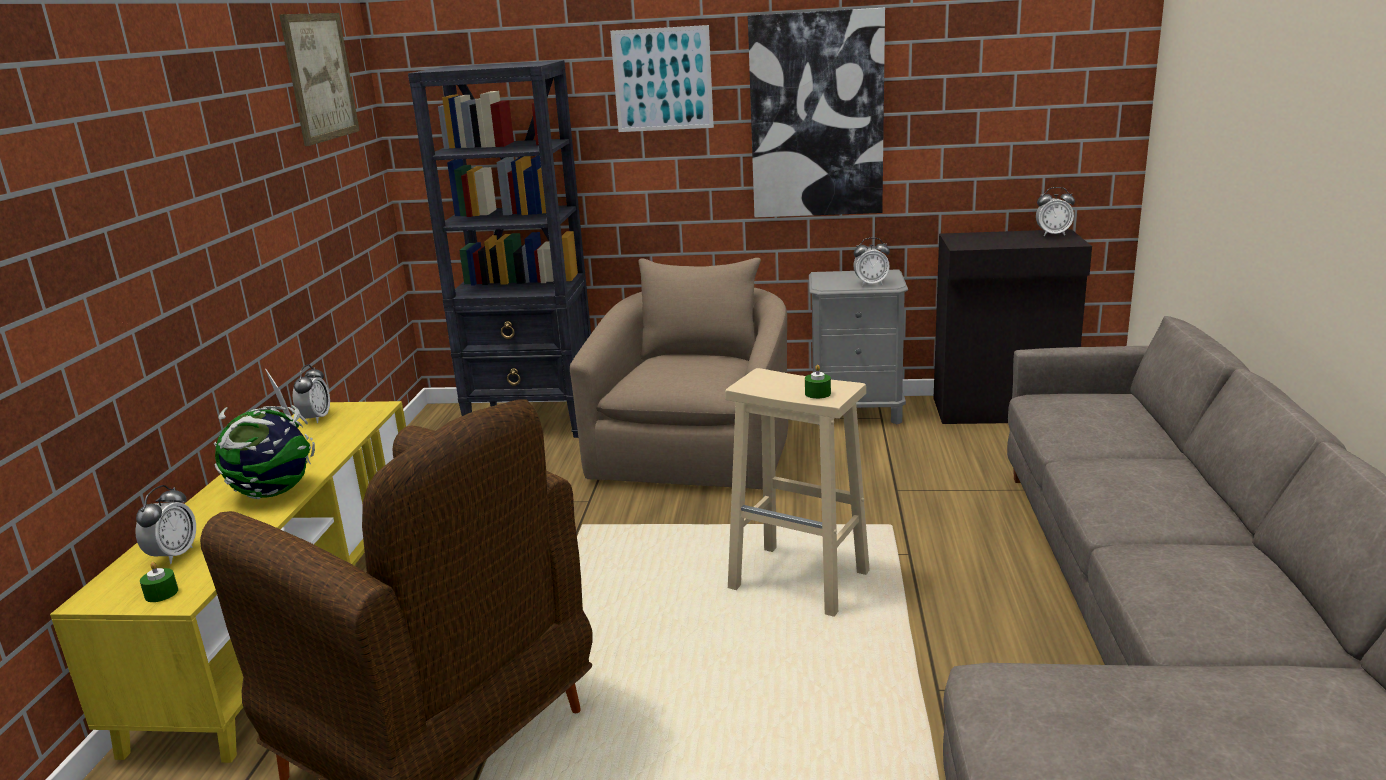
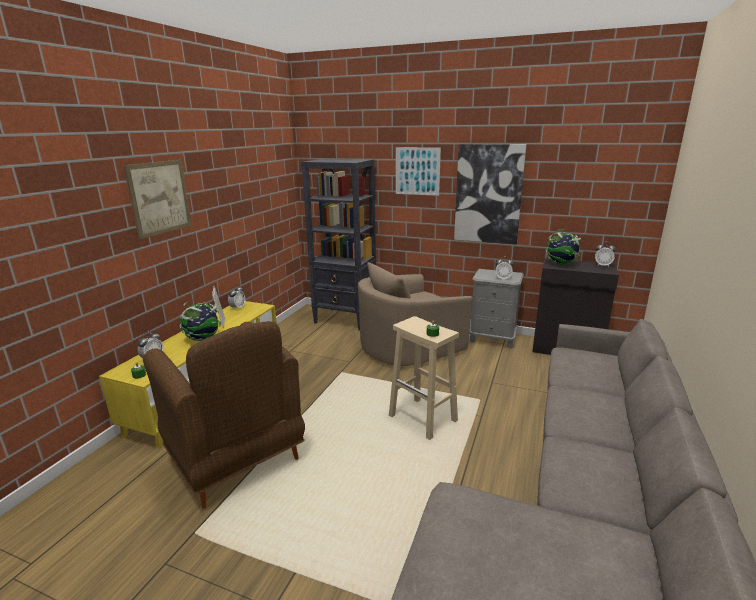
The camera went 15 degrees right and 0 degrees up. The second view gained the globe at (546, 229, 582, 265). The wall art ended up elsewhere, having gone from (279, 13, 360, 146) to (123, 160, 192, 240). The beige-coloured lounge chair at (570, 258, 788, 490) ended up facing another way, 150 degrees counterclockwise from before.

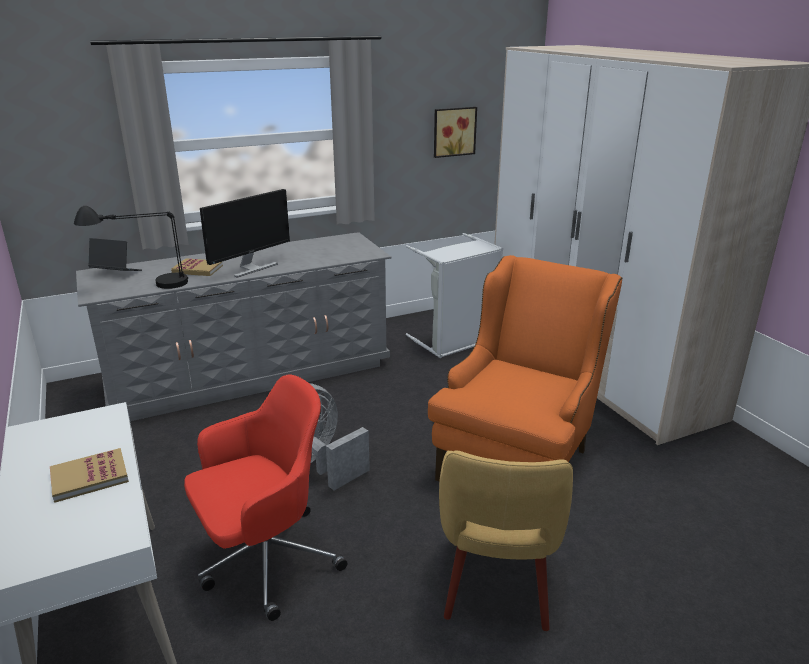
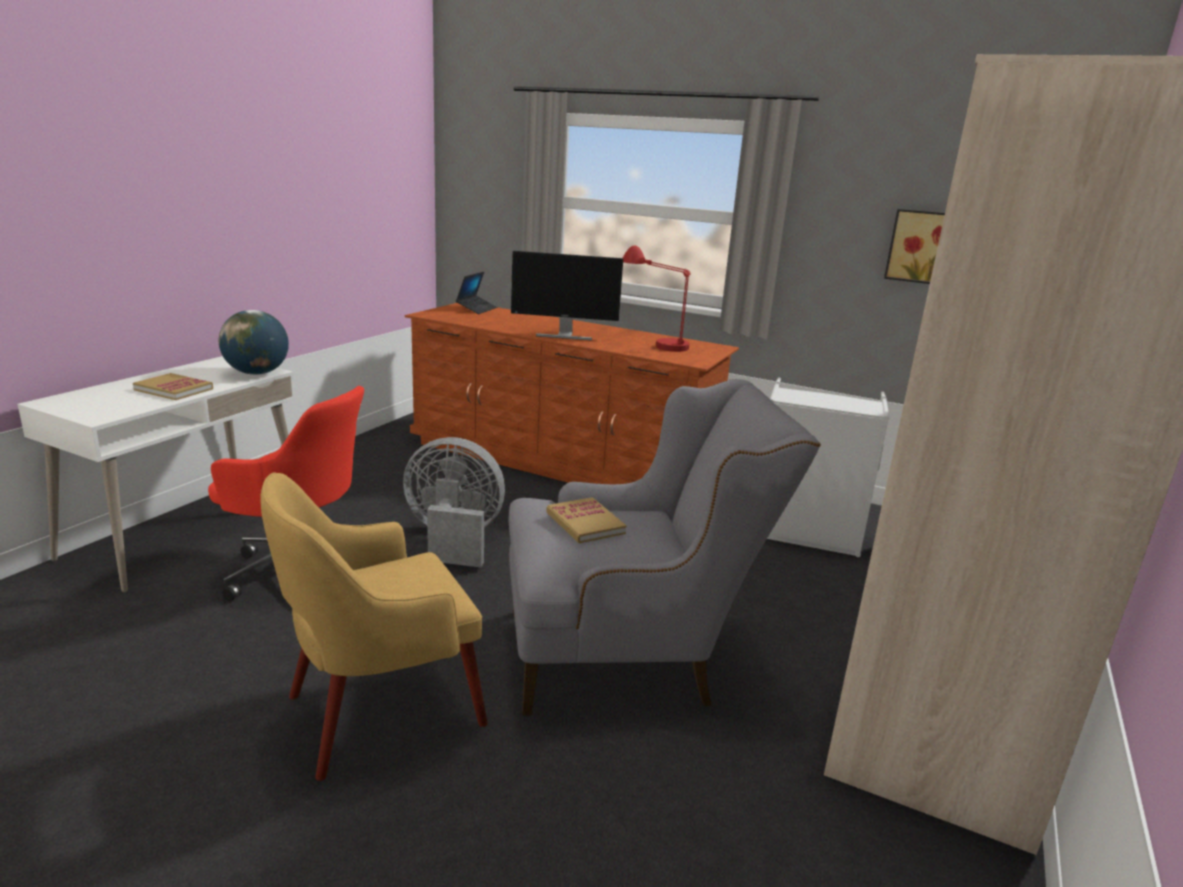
The camera went 50 degrees right and 5 degrees down. The second view lost the black tabletop lamp at (74, 206, 188, 289). The second view gained the globe at (219, 310, 289, 375). The second view gained the reddish tabletop lamp at (623, 245, 691, 352). The book ended up elsewhere, having gone from (171, 258, 223, 276) to (546, 497, 627, 543). What was the greyish dresser at (76, 232, 391, 421) turned into the brown-coloured dresser at (405, 303, 739, 484). What was the orange lounge chair at (428, 255, 623, 481) turned into the greyish lounge chair at (509, 379, 821, 716). The portable computer at (88, 238, 142, 271) ended up facing another way, 45 degrees clockwise from before.

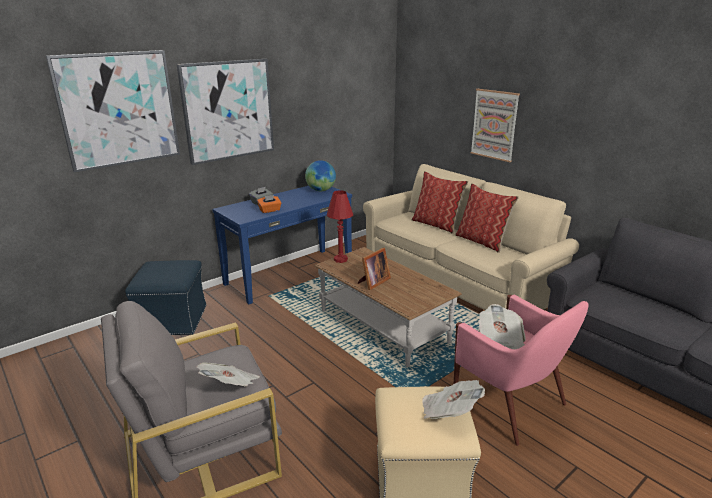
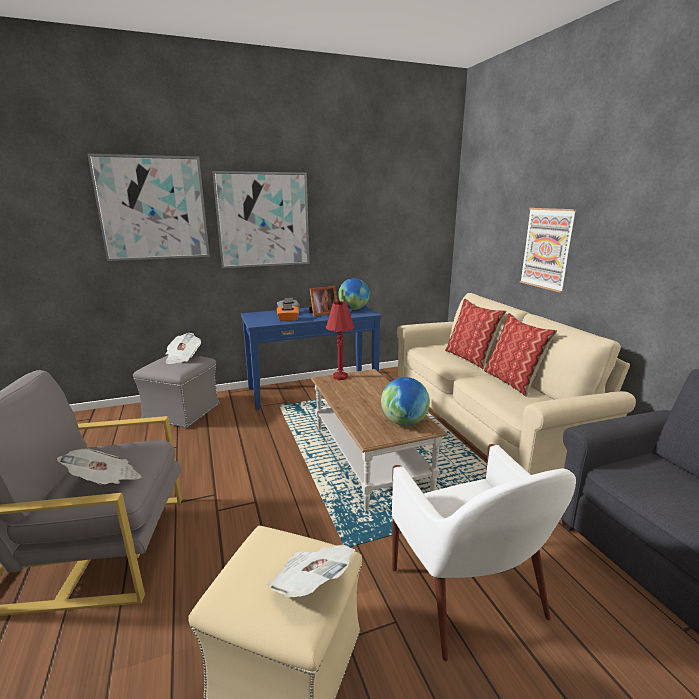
The camera went 20 degrees right and 5 degrees down. The second view gained the globe at (381, 377, 430, 426). The standing frame ended up elsewhere, having gone from (357, 248, 391, 290) to (309, 286, 337, 316). The daily paper ended up elsewhere, having gone from (478, 304, 526, 349) to (165, 333, 201, 364). What was the blue footrest at (125, 260, 207, 335) turned into the greyish footrest at (133, 355, 220, 428). What was the pink-coloured lounge chair at (454, 294, 589, 446) turned into the white lounge chair at (392, 444, 576, 661).

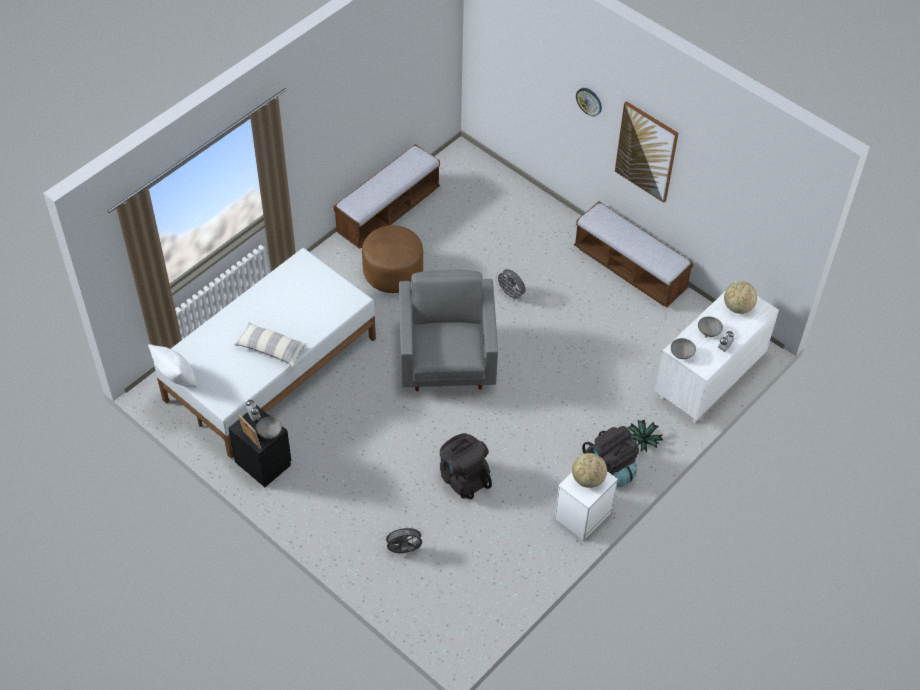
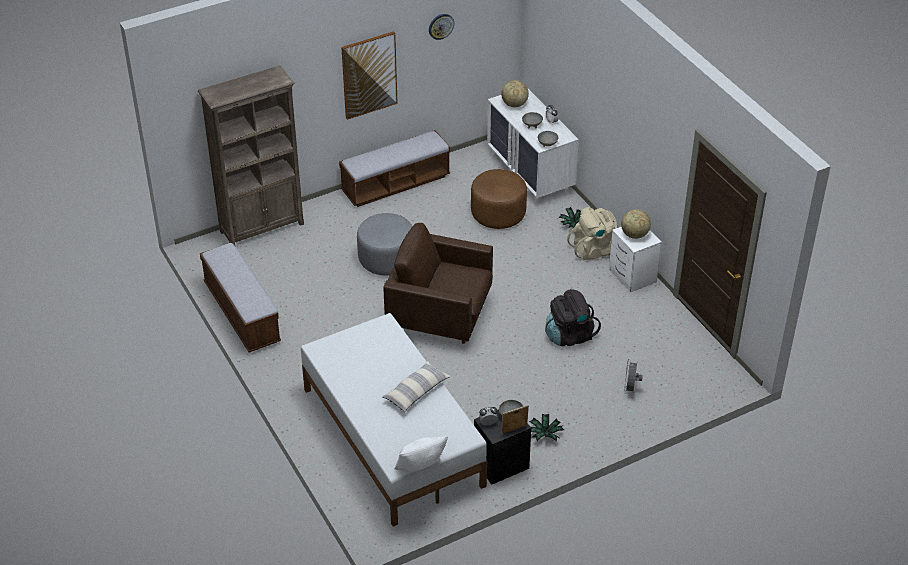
The camera went 70 degrees left and 10 degrees down. The second view gained the brown-coloured bookshelf at (198, 65, 304, 245). The second view gained the potted plant at (529, 414, 564, 442). The brown-coloured footrest ended up elsewhere, having gone from (362, 225, 423, 293) to (471, 169, 527, 229). The hanging clock ended up elsewhere, having gone from (576, 88, 602, 116) to (429, 14, 454, 40). Where the greyish cooling fan stood at (495, 269, 526, 301), the greyish footrest came to stand at (357, 213, 413, 275). What was the greyish lounge chair at (399, 269, 498, 391) turned into the brown-coloured lounge chair at (383, 223, 493, 344). What was the black knapsack at (582, 426, 639, 488) turned into the beige-coloured knapsack at (567, 207, 618, 260).

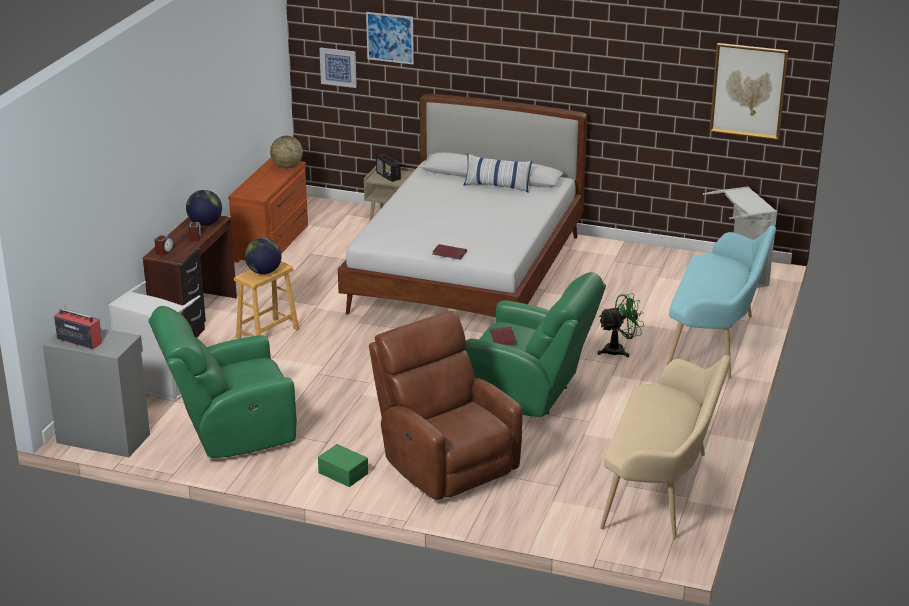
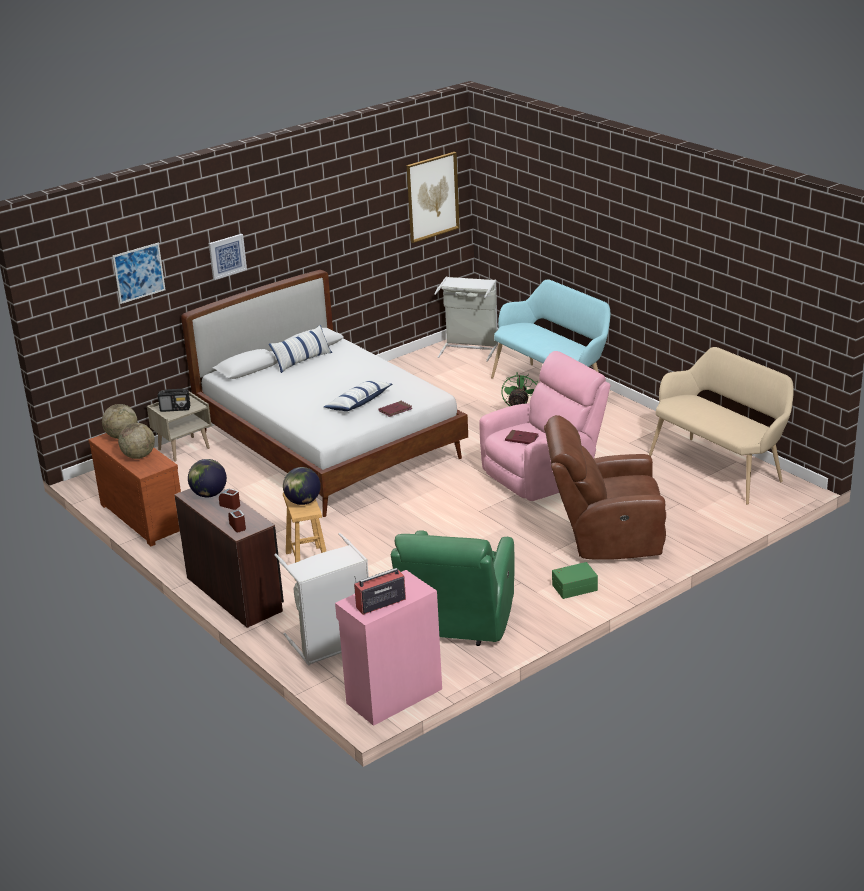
The camera went 55 degrees left and 0 degrees up. The second view gained the globe at (118, 423, 155, 459). The second view gained the cushion at (324, 380, 392, 411). The wall art ended up elsewhere, having gone from (319, 48, 357, 88) to (209, 234, 247, 280). What was the greyish storage cabinet at (42, 328, 150, 457) turned into the pink-coloured storage cabinet at (335, 570, 442, 726). What was the green-coloured lounge chair at (465, 272, 606, 417) turned into the pink-coloured lounge chair at (479, 351, 610, 501).

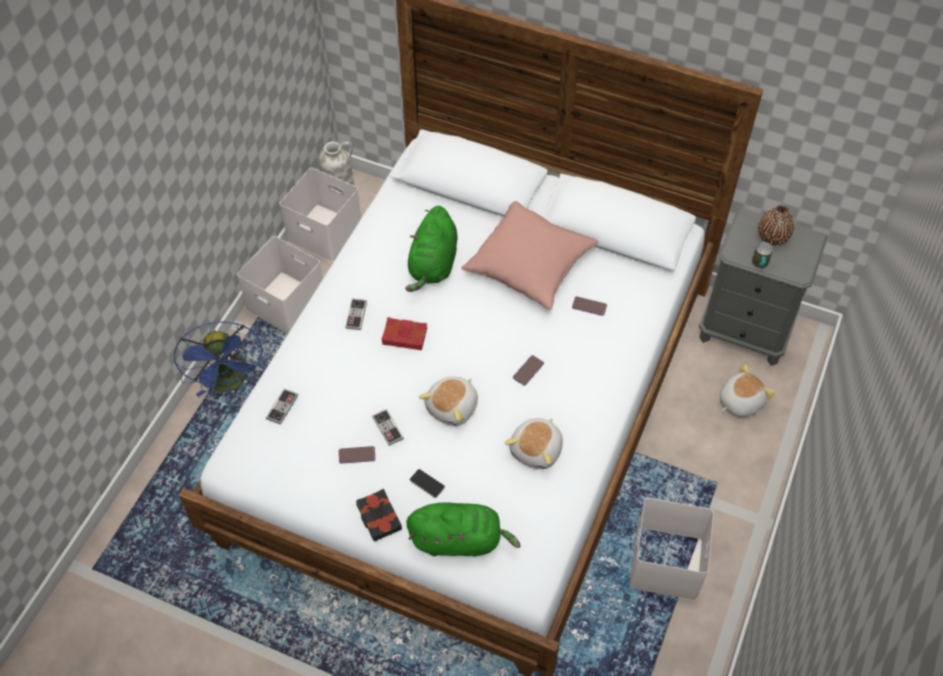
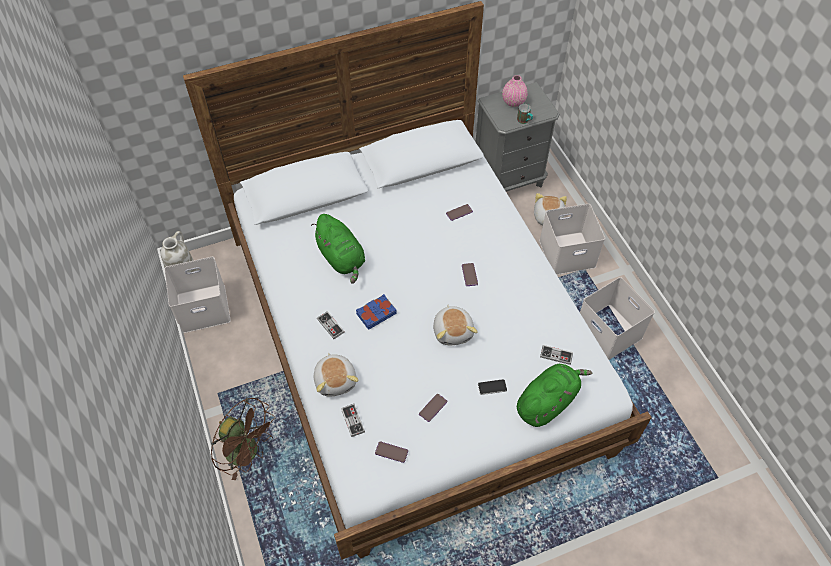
The camera went 45 degrees left and 0 degrees up. The second view lost the black book at (356, 489, 402, 542). The second view lost the pink-coloured cushion at (461, 201, 598, 310). The second view gained the phone at (375, 441, 408, 463). The white storage container ended up elsewhere, having gone from (237, 236, 323, 334) to (539, 204, 605, 275). The joypad ended up elsewhere, having gone from (372, 409, 404, 446) to (540, 345, 573, 365). The plush toy ended up elsewhere, having gone from (505, 418, 563, 469) to (314, 353, 359, 397). What was the blue cooling fan at (174, 321, 263, 397) turned into the brown-coloured cooling fan at (211, 398, 275, 480). What was the reddish book at (381, 317, 427, 350) turned into the blue book at (356, 294, 397, 330). What was the brown-coloured flower vase at (758, 204, 794, 245) turned into the pink-coloured flower vase at (502, 75, 528, 107).

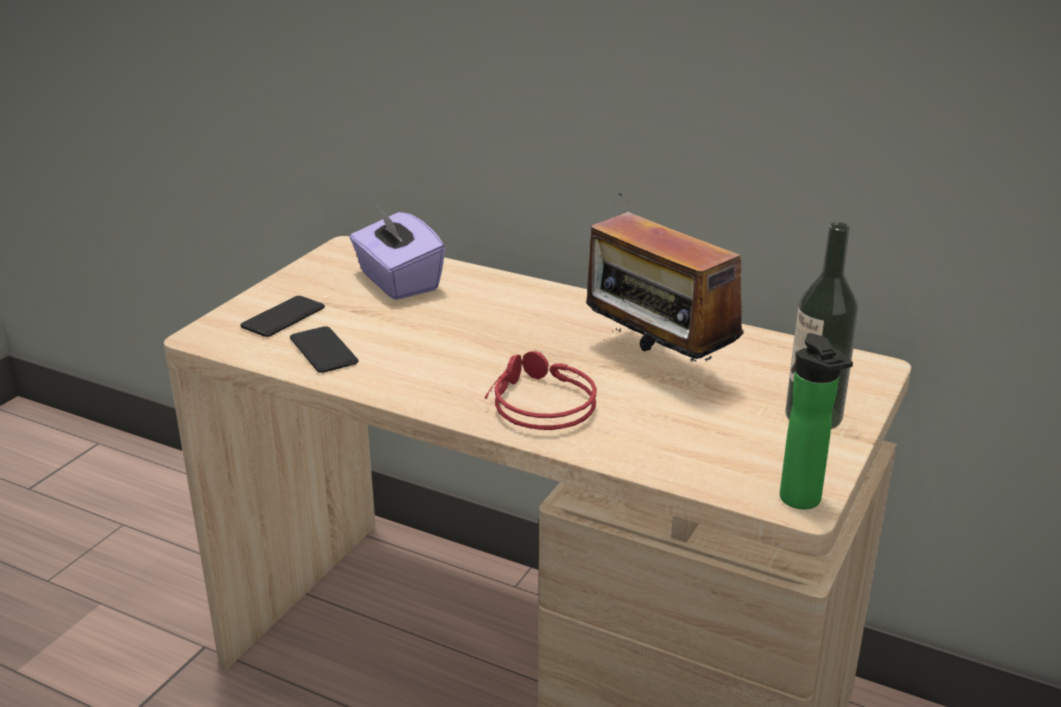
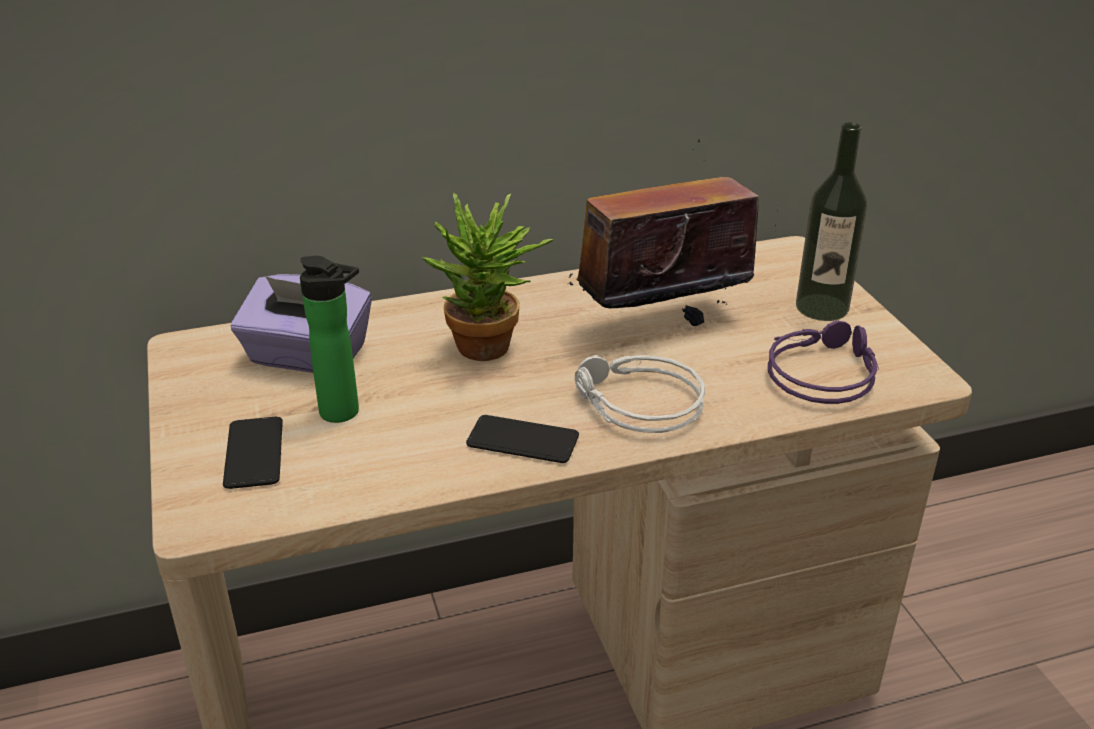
The camera went 45 degrees left and 5 degrees up. The second view gained the potted plant at (421, 193, 554, 361). The second view gained the purple headset at (768, 320, 879, 404). The phone ended up elsewhere, having gone from (290, 326, 359, 373) to (466, 415, 579, 463). The beverage bottle ended up elsewhere, having gone from (780, 333, 853, 509) to (300, 256, 359, 423). What was the reddish headset at (485, 351, 597, 430) turned into the greyish headset at (575, 355, 705, 433). The radio set at (586, 194, 744, 366) ended up facing another way, 150 degrees clockwise from before.

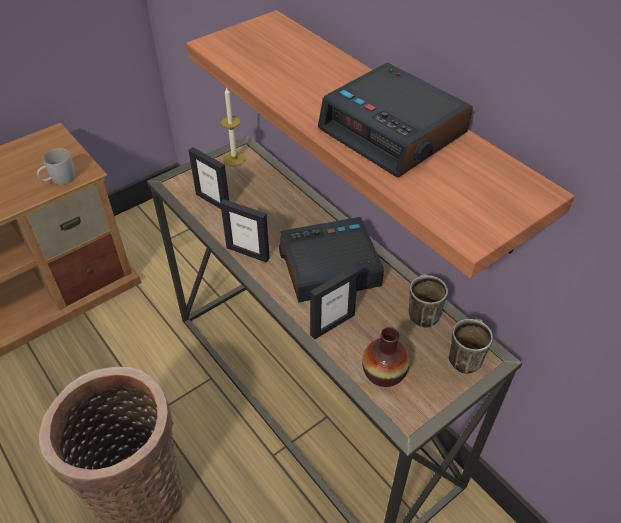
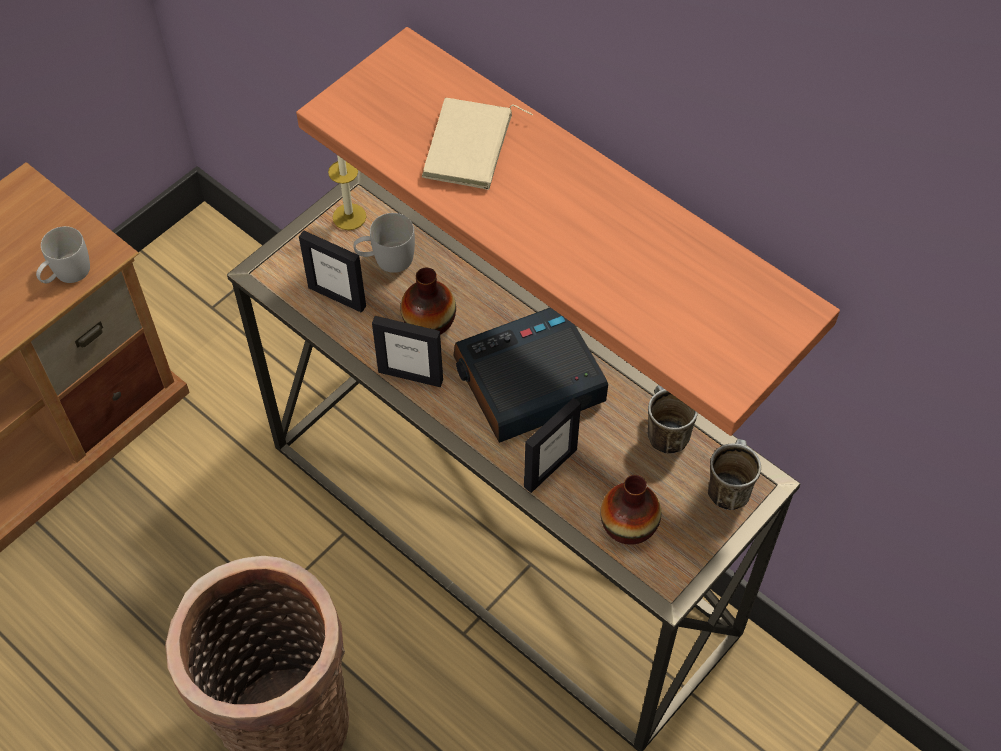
The camera went 10 degrees left and 10 degrees up. The second view lost the table clock at (318, 63, 473, 178). The second view gained the white coffee mug at (353, 213, 415, 273). The second view gained the flower vase at (401, 268, 456, 335). The second view gained the beige-coloured book at (422, 98, 533, 190).

